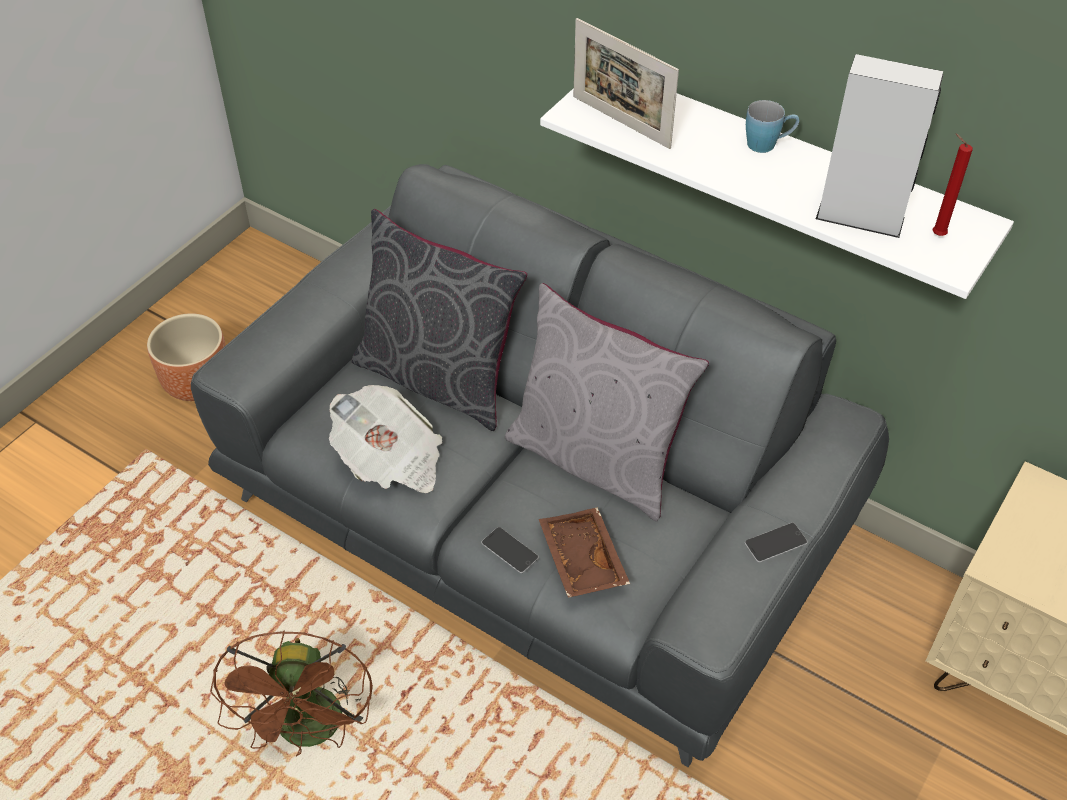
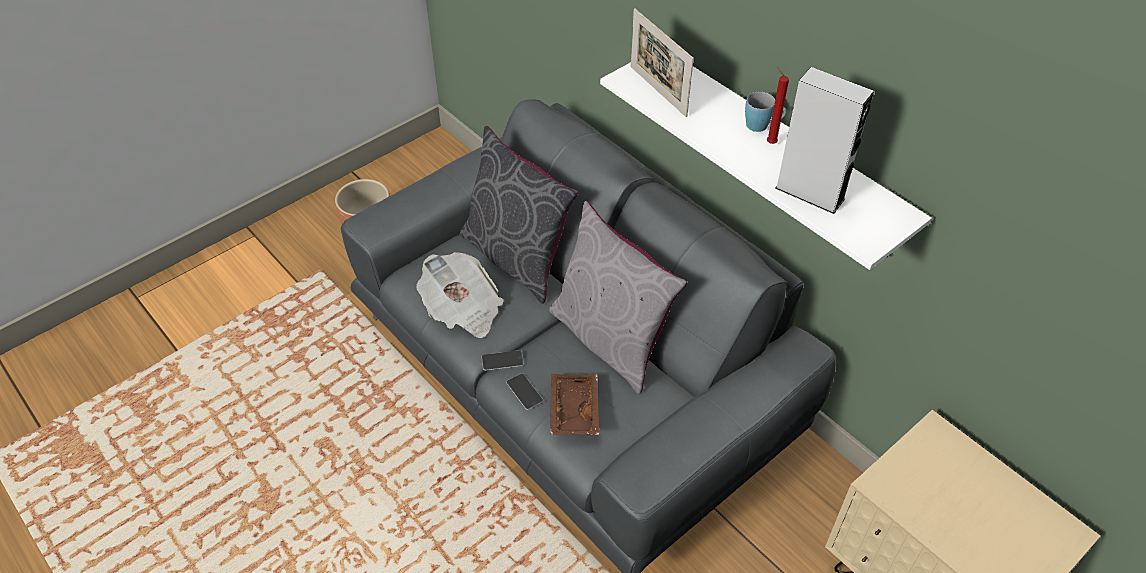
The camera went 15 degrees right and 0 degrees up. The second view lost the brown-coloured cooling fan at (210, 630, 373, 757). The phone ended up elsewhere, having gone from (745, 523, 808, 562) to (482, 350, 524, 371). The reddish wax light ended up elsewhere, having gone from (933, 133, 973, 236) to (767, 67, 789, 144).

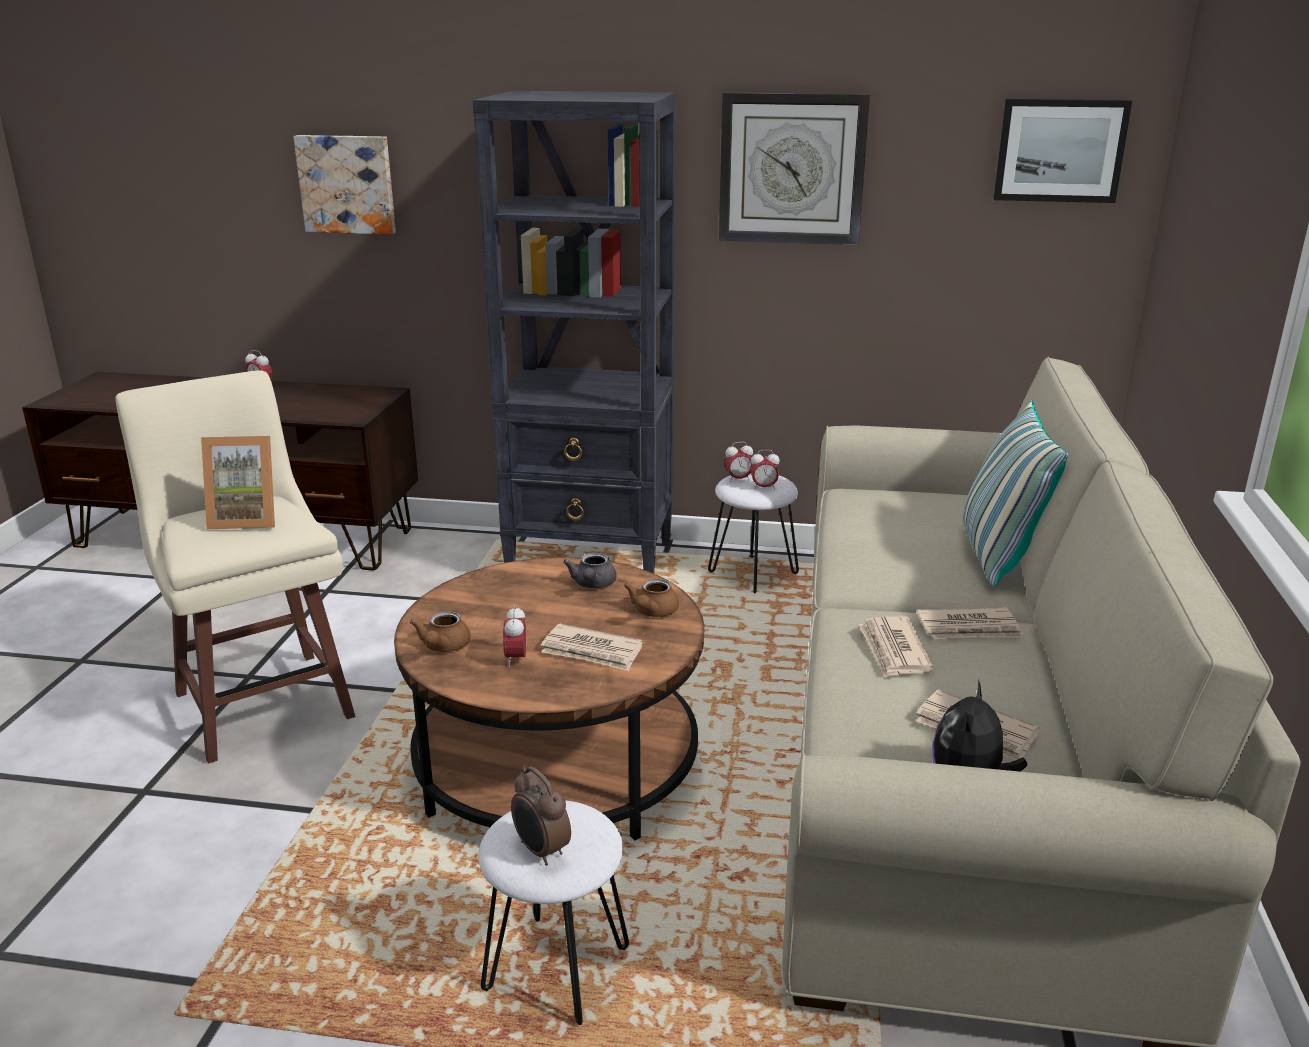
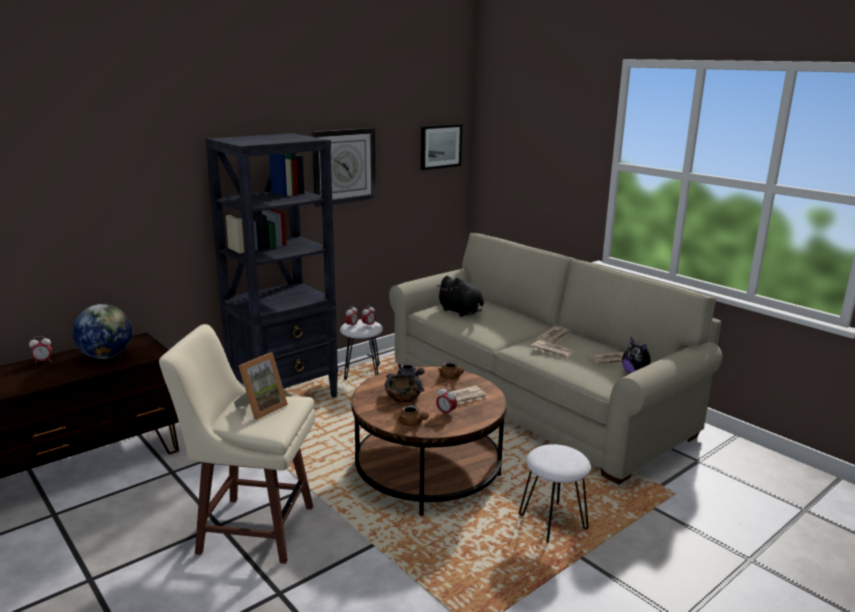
The camera went 50 degrees left and 5 degrees down. The second view lost the wall art at (293, 135, 396, 235). The second view lost the table clock at (511, 766, 571, 866). The second view lost the cushion at (963, 400, 1068, 587). The second view gained the globe at (73, 304, 132, 359). The second view gained the black serving bowl at (385, 374, 424, 402). The second view gained the black plush toy at (436, 276, 484, 317).

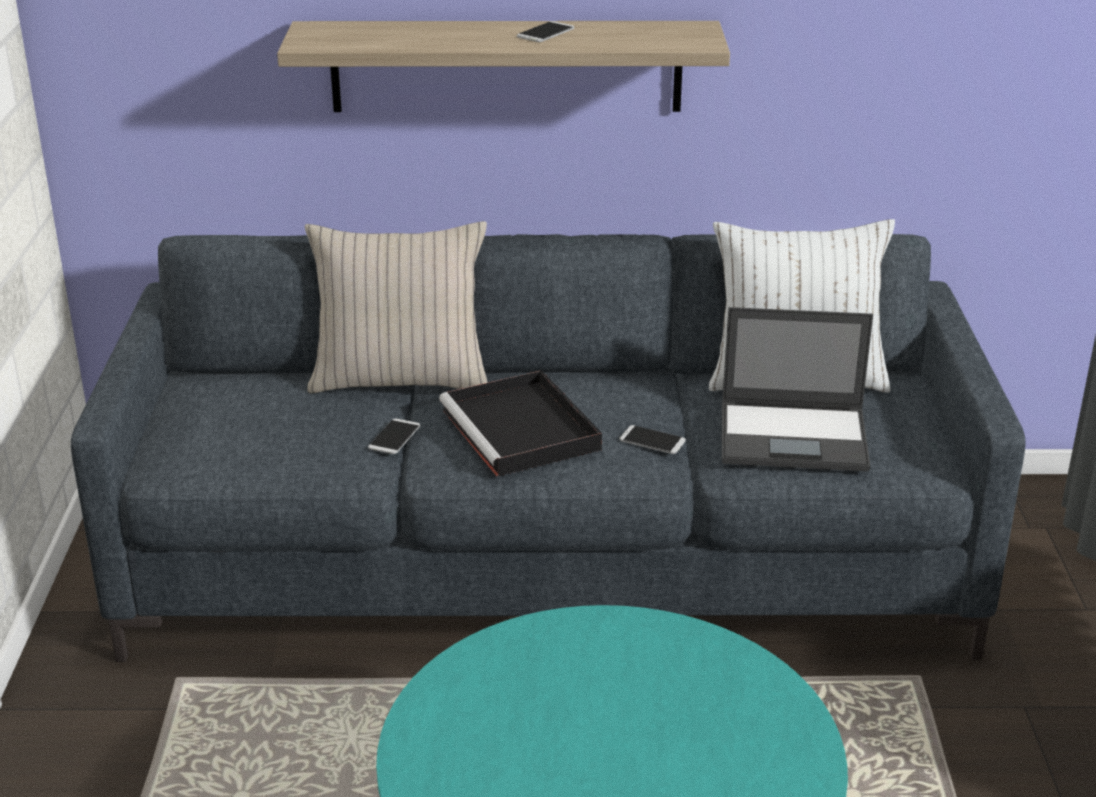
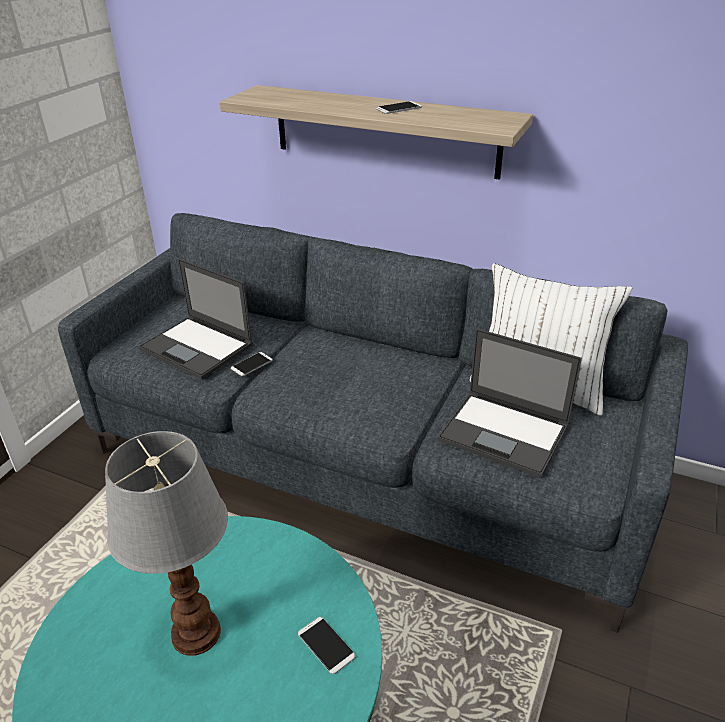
The camera went 25 degrees right and 5 degrees up. The second view lost the beige-coloured cushion at (305, 221, 488, 393). The second view lost the black tray at (439, 370, 602, 476). The second view gained the tabletop lamp at (105, 431, 228, 656). The second view gained the portable computer at (138, 259, 253, 379). The phone ended up elsewhere, having gone from (619, 425, 686, 454) to (298, 617, 355, 674).

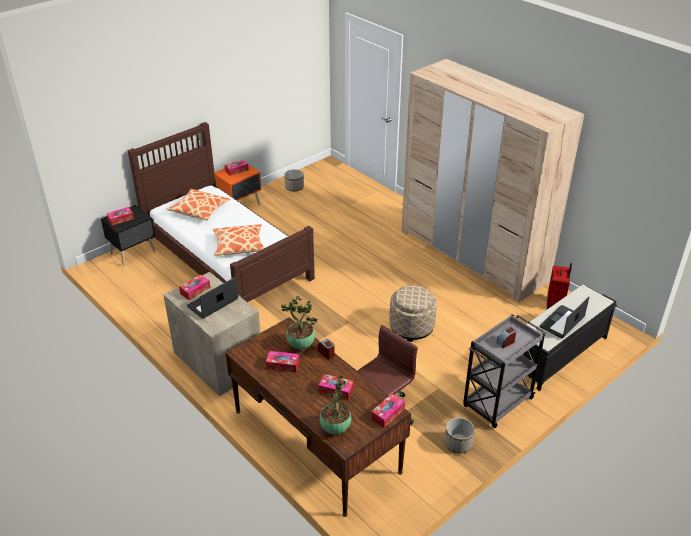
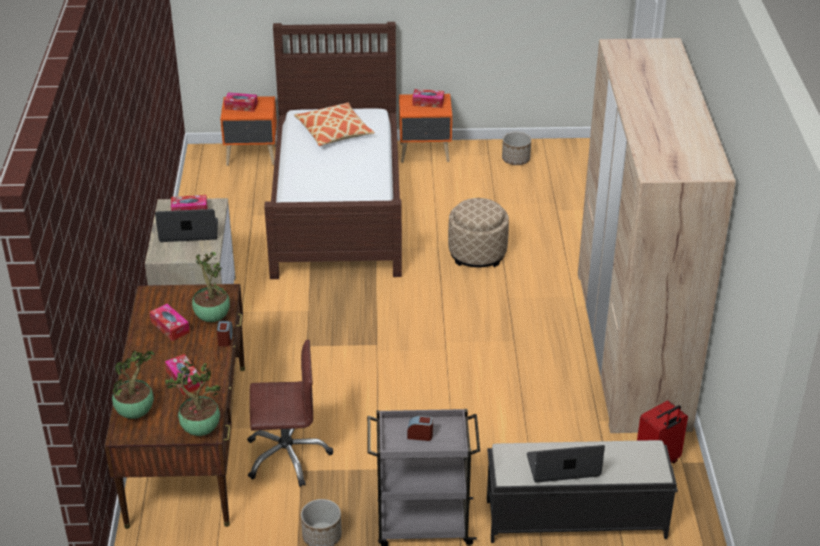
The camera went 40 degrees right and 0 degrees up. The second view lost the cushion at (213, 224, 264, 256). The beige-coloured footrest ended up elsewhere, having gone from (389, 285, 437, 342) to (448, 198, 509, 268). Where the tissue holder stood at (371, 394, 405, 428), the potted plant came to stand at (165, 361, 221, 436). What was the black bedside table at (101, 205, 156, 266) turned into the orange bedside table at (220, 96, 277, 166).

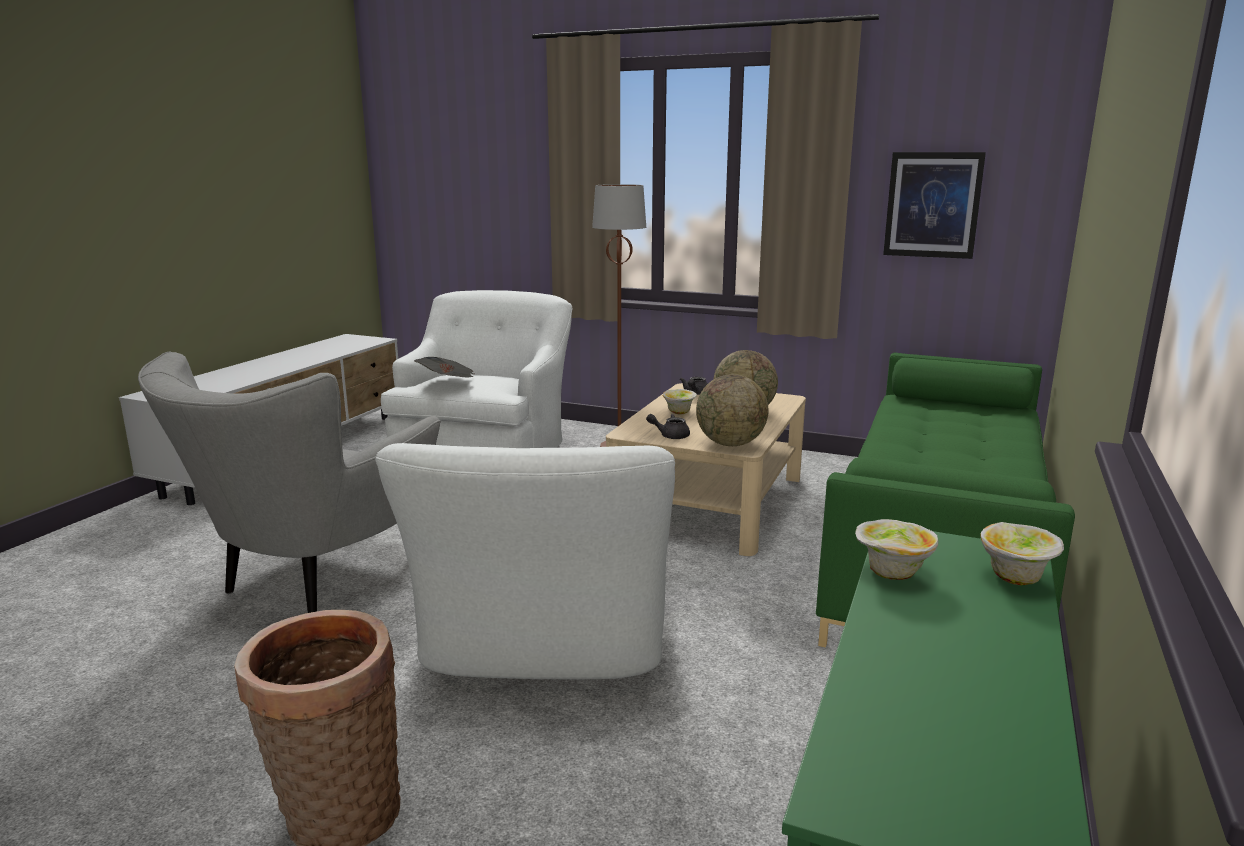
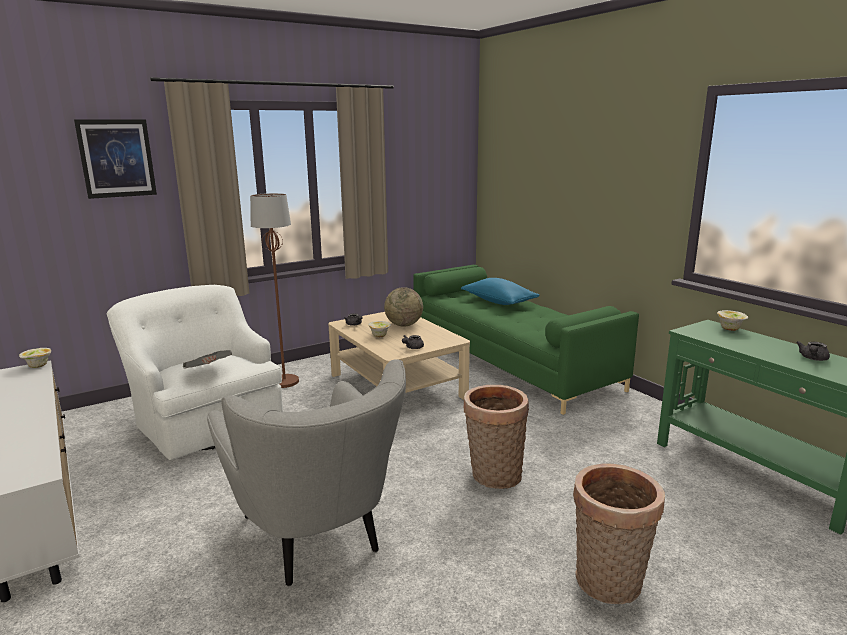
The camera went 55 degrees left and 0 degrees up. The second view lost the globe at (696, 374, 769, 446). The second view gained the blue cushion at (461, 278, 539, 305). The second view gained the greyish pot for tea at (796, 341, 830, 361). The serving bowl ended up elsewhere, having gone from (855, 519, 938, 580) to (19, 348, 51, 368). The wall art ended up elsewhere, having gone from (883, 152, 986, 259) to (74, 119, 157, 199). Where the white lounge chair stood at (375, 443, 675, 679), the basket came to stand at (463, 385, 529, 489).

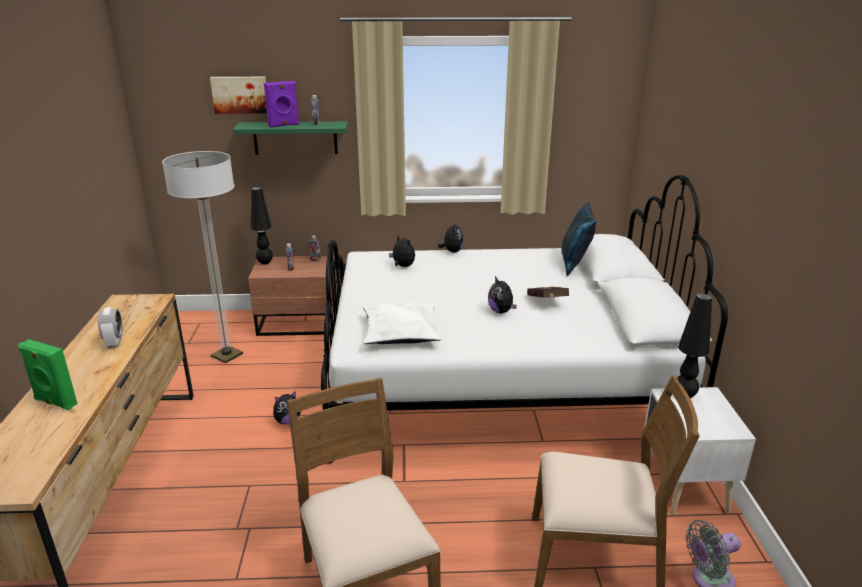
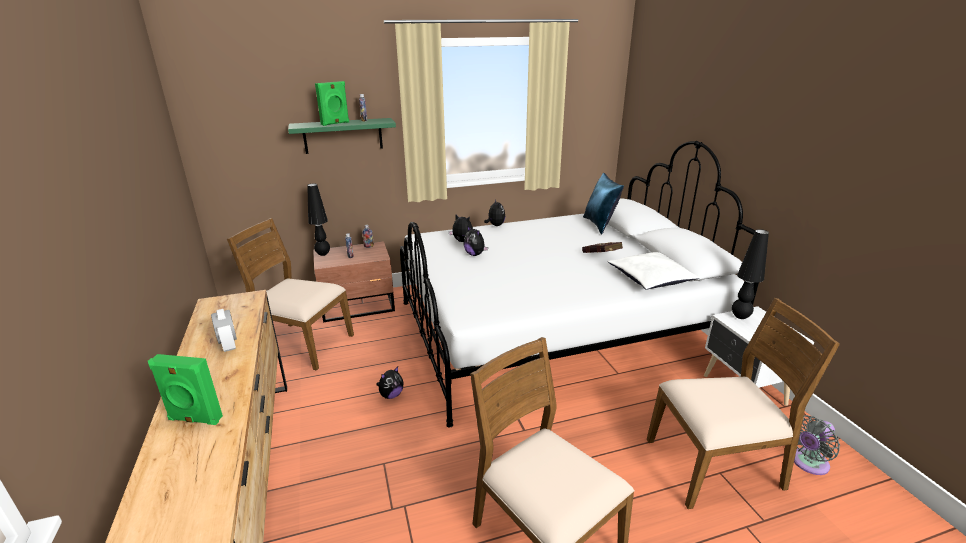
The camera went 15 degrees left and 0 degrees up. The second view lost the wall art at (210, 77, 267, 114). The white cushion ended up elsewhere, having gone from (363, 303, 441, 344) to (608, 252, 699, 290). The plush toy ended up elsewhere, having gone from (488, 276, 517, 313) to (463, 226, 488, 256). Where the standing lamp stood at (162, 151, 243, 363), the brown-coloured upright chair came to stand at (227, 218, 354, 371). What was the purple audio speaker at (264, 81, 299, 128) turned into the green-coloured audio speaker at (315, 81, 349, 126).

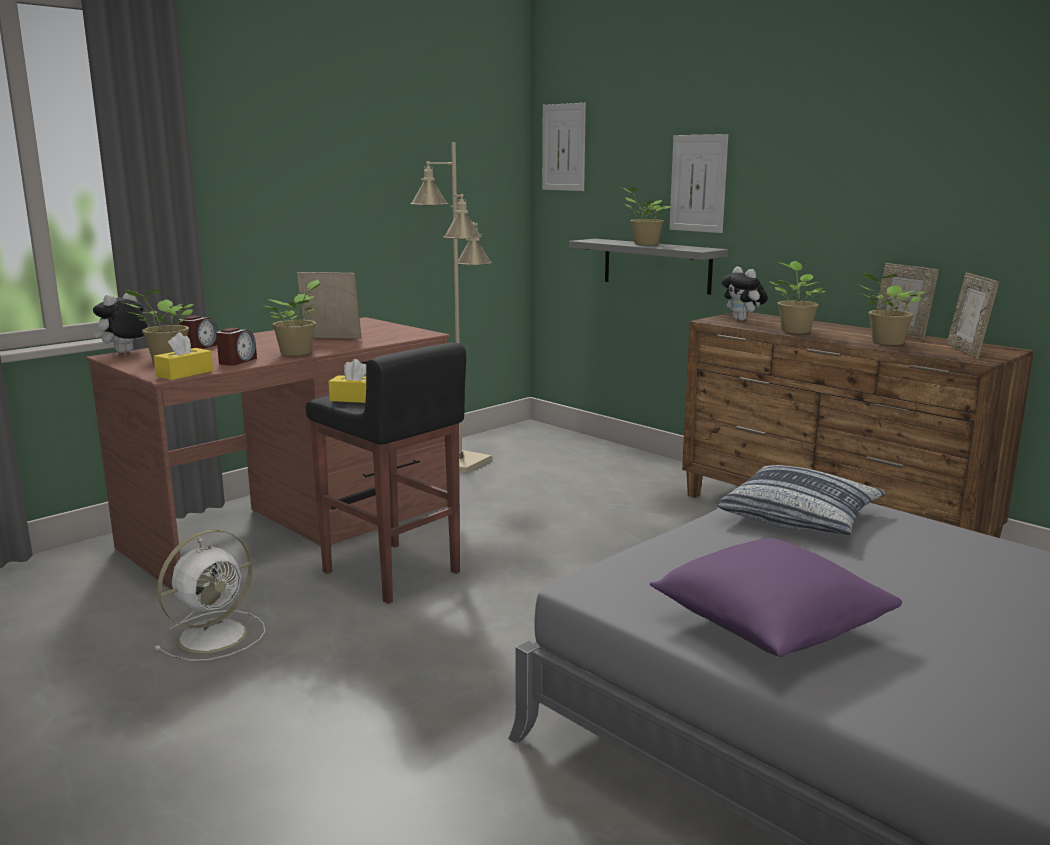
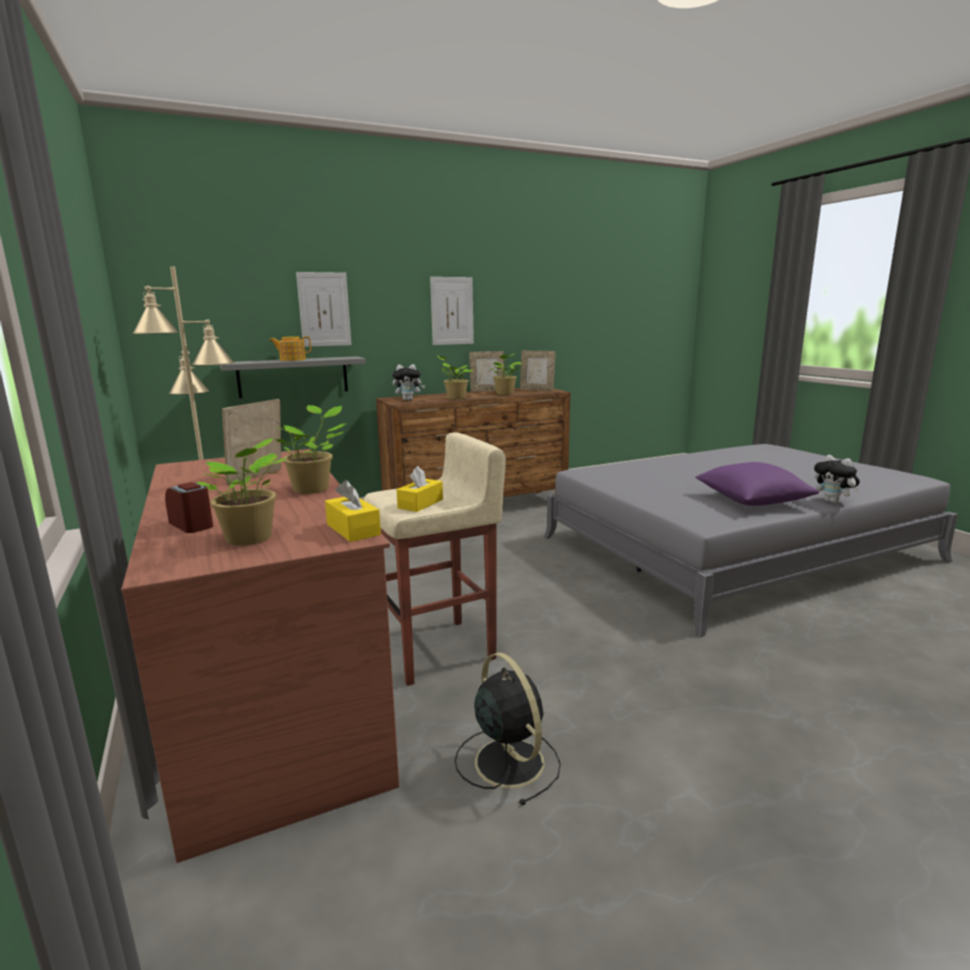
The camera went 70 degrees left and 0 degrees up. The second view lost the table clock at (216, 328, 257, 366). The second view lost the cushion at (717, 465, 886, 535). The plush toy ended up elsewhere, having gone from (93, 293, 148, 353) to (814, 455, 860, 503). The wall art ended up elsewhere, having gone from (542, 103, 586, 191) to (430, 277, 474, 345). Where the potted plant stood at (621, 187, 670, 245), the pot for tea came to stand at (269, 336, 311, 361). What was the white cooling fan at (154, 529, 265, 661) turned into the black cooling fan at (455, 652, 561, 806). What was the black sitting stool at (306, 342, 466, 604) turned into the beige-coloured sitting stool at (363, 432, 506, 686).

